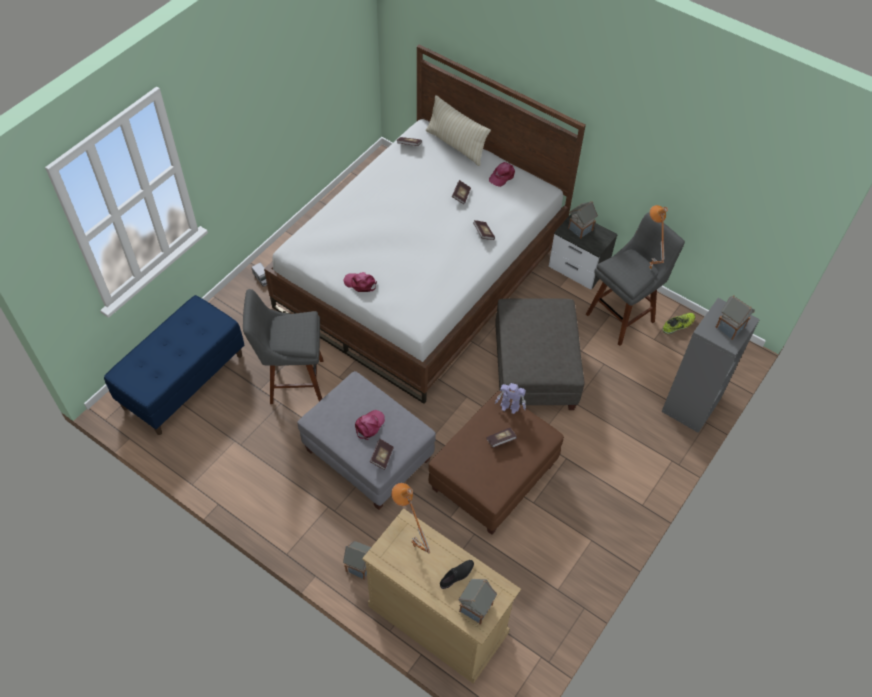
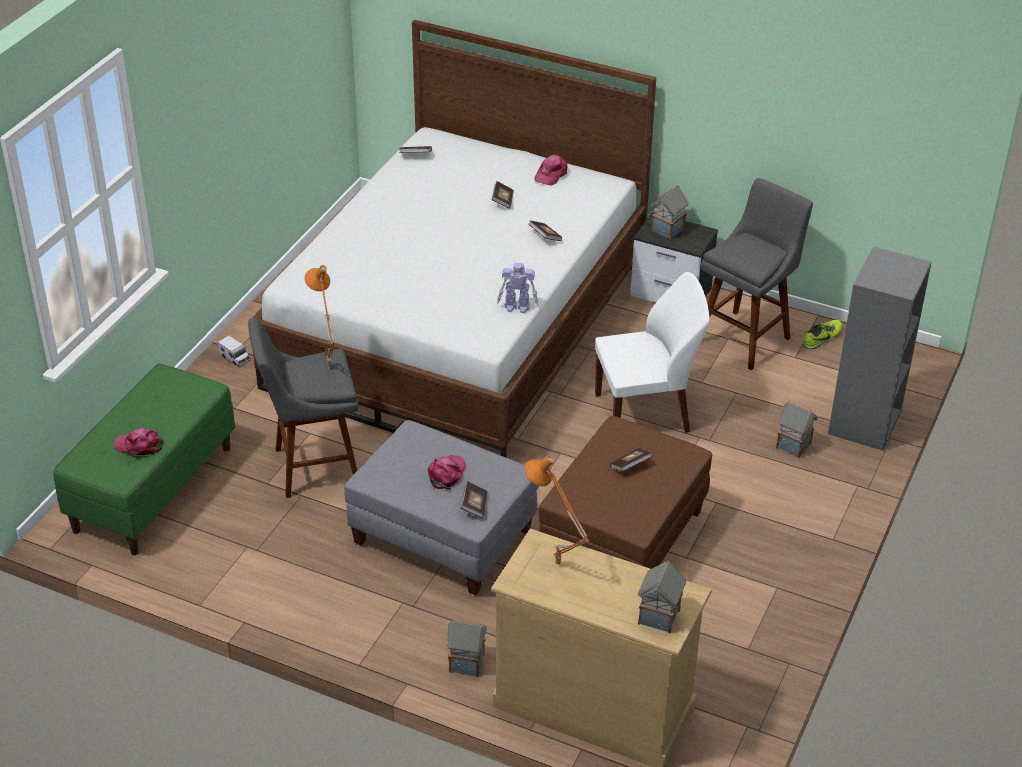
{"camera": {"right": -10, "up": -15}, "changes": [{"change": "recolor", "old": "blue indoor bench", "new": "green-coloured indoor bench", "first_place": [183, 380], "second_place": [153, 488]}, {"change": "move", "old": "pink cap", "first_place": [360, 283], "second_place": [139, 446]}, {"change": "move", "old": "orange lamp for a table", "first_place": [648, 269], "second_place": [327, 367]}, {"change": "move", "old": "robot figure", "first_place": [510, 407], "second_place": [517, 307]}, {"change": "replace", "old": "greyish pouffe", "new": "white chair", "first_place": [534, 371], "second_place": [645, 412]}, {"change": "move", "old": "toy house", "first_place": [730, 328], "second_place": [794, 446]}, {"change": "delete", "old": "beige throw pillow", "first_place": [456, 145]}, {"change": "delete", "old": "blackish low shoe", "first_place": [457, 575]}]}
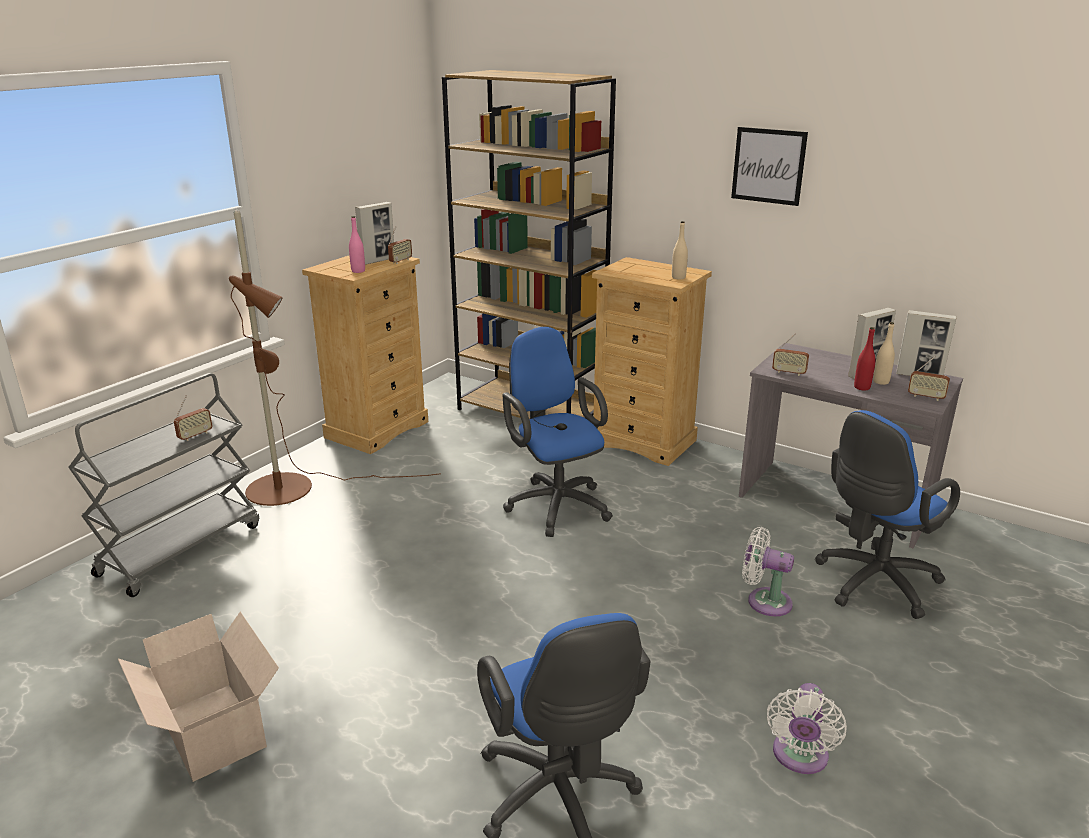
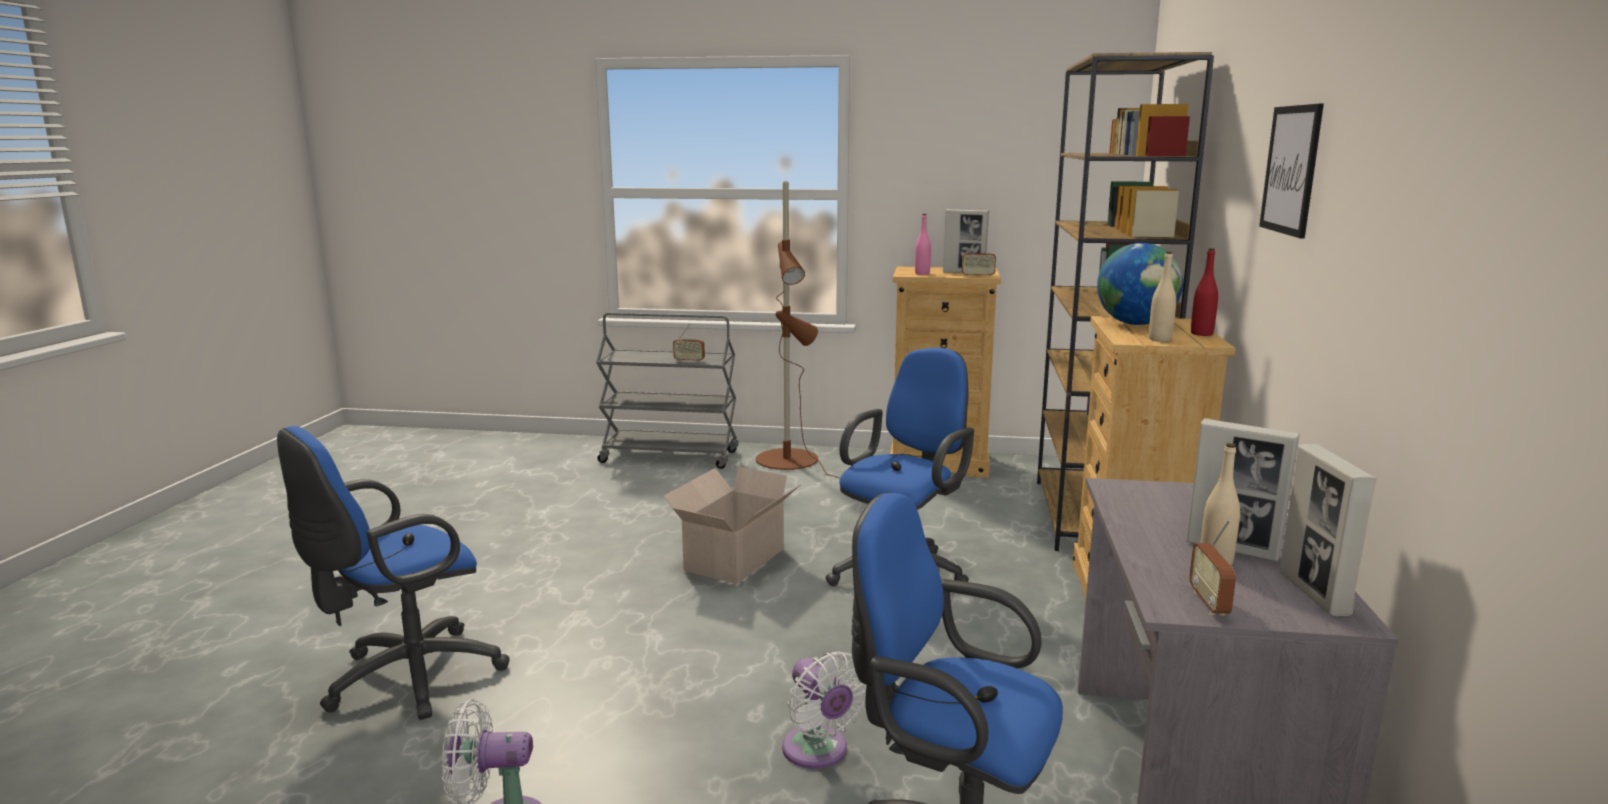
{"camera": {"right": 65, "up": -10}, "changes": [{"change": "move", "old": "packing box", "first_place": [213, 733], "second_place": [732, 560]}, {"change": "rotate", "old": "white cooling fan", "first_place": [764, 601], "second_place": [818, 752], "degrees": 150}, {"change": "insert", "new": "world globe", "second_place": [1135, 324]}, {"change": "move", "old": "red drink bottle", "first_place": [862, 387], "second_place": [1201, 334]}, {"change": "delete", "old": "radio set", "first_place": [789, 373]}]}
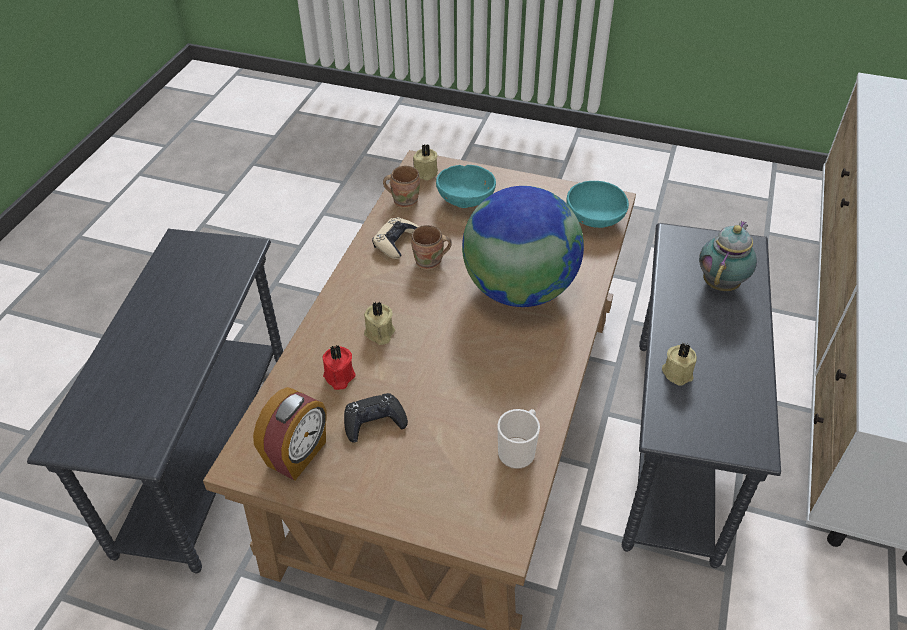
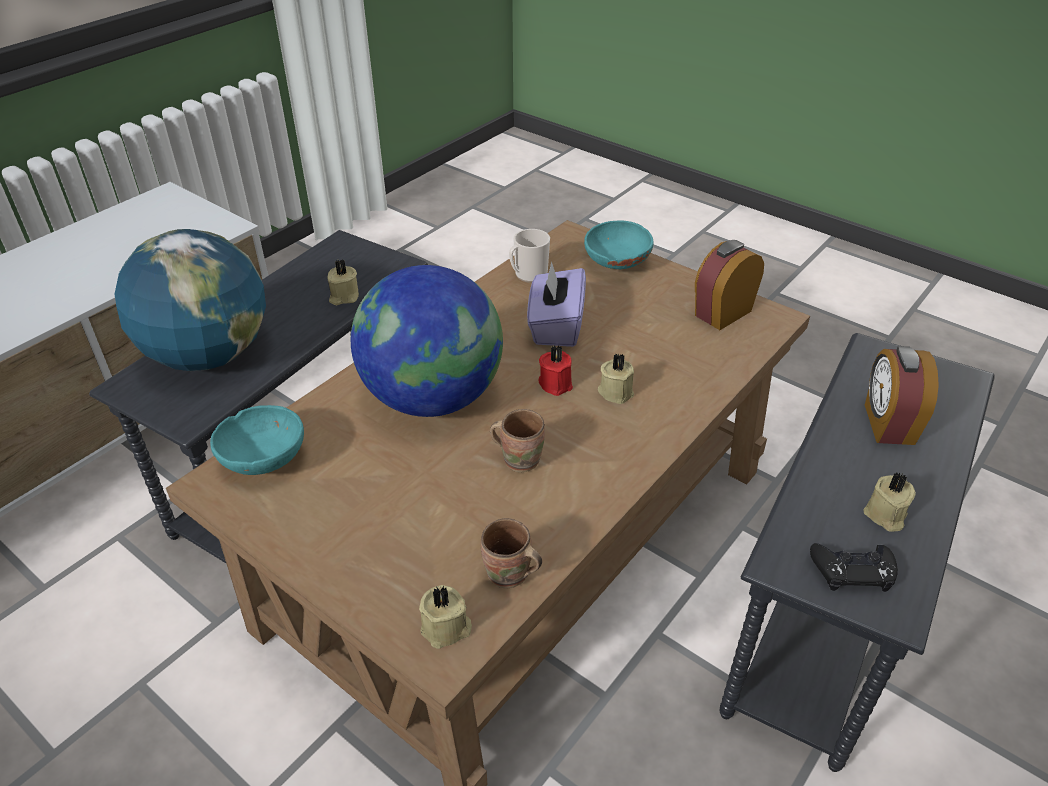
{"camera": {"right": -160, "up": -5}, "changes": [{"change": "replace", "old": "teapot", "new": "world globe", "first_place": [721, 283], "second_place": [208, 355]}, {"change": "insert", "new": "purple-coloured tissue box", "second_place": [555, 326]}, {"change": "move", "old": "red candle", "first_place": [339, 377], "second_place": [556, 383]}, {"change": "move", "old": "blue-green deep dish", "first_place": [466, 200], "second_place": [615, 264]}, {"change": "move", "old": "blackish gamepad", "first_place": [374, 422], "second_place": [852, 570]}, {"change": "insert", "new": "beige candle", "second_place": [885, 515]}, {"change": "insert", "new": "table clock", "second_place": [887, 424]}, {"change": "delete", "old": "beige gamepad", "first_place": [396, 242]}]}
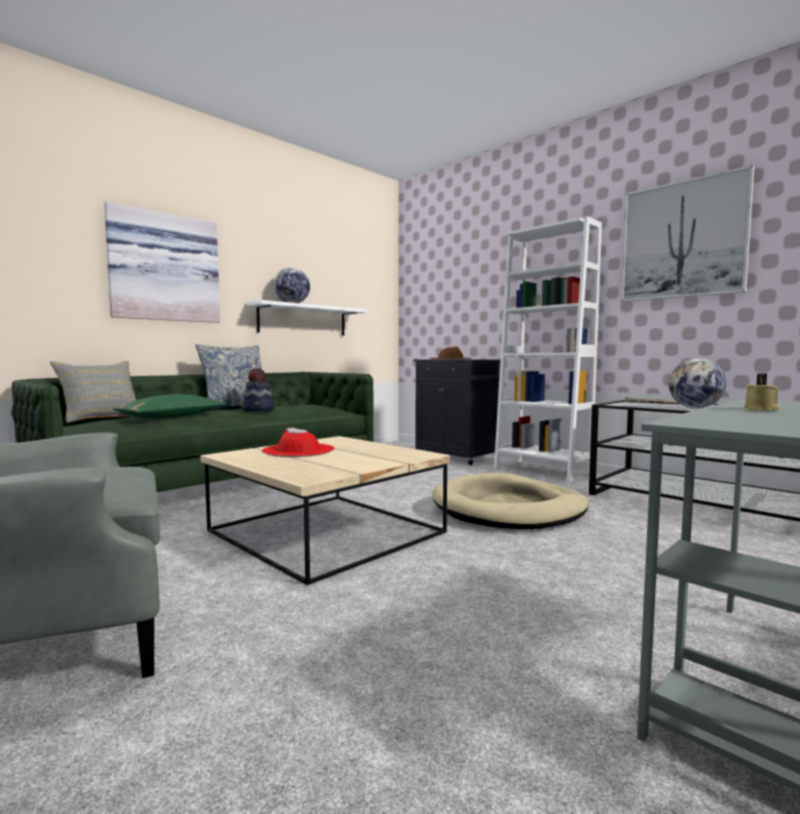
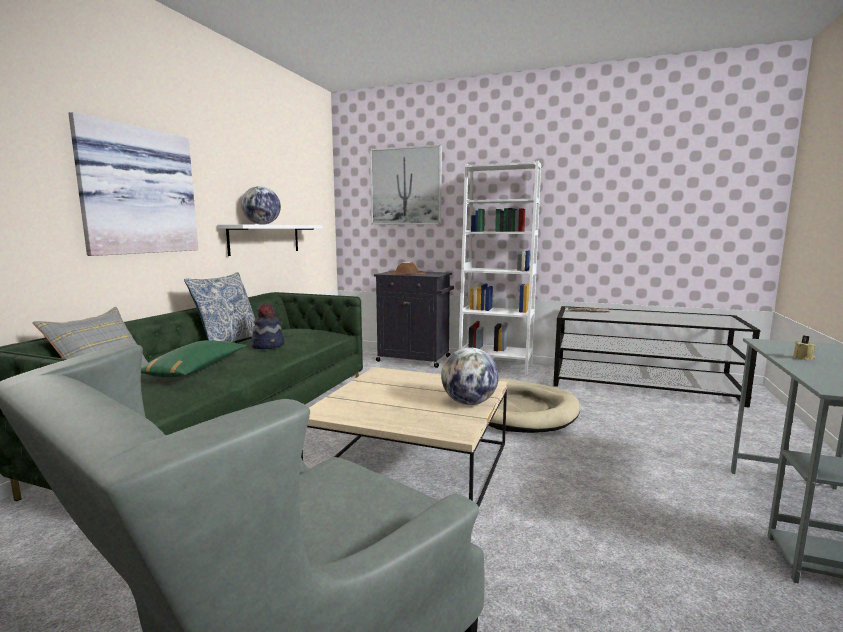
{"camera": {"right": -25, "up": 5}, "changes": [{"change": "move", "old": "picture", "first_place": [682, 240], "second_place": [405, 186]}, {"change": "move", "old": "world globe", "first_place": [695, 408], "second_place": [469, 403]}, {"change": "delete", "old": "red hat", "first_place": [298, 450]}]}
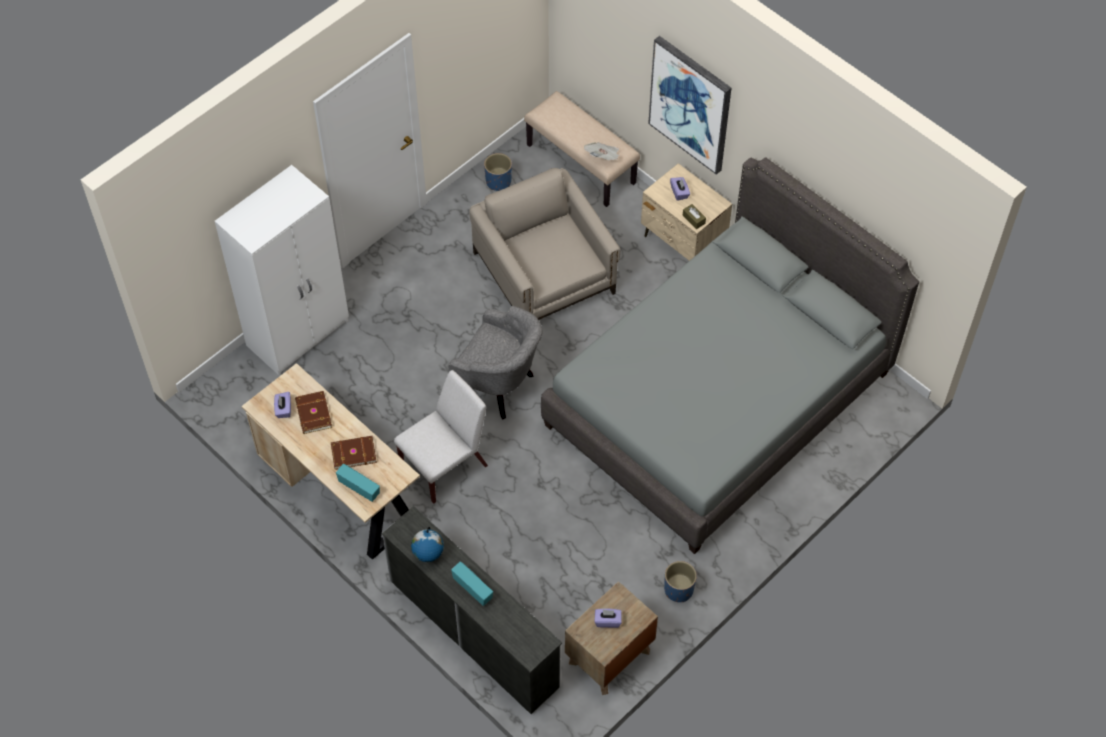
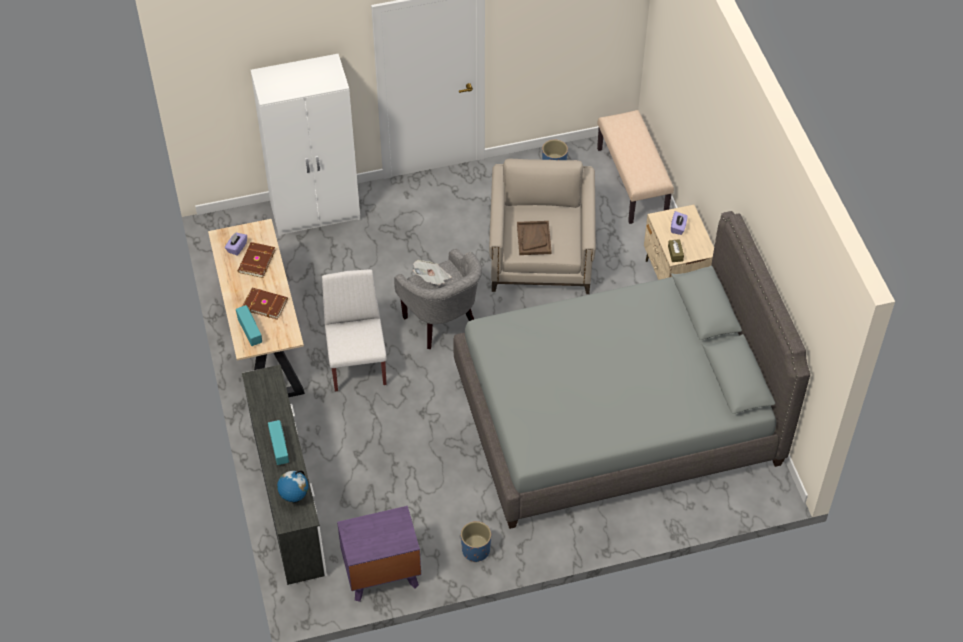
{"camera": {"right": 30, "up": -5}, "changes": [{"change": "move", "old": "world globe", "first_place": [428, 556], "second_place": [294, 498]}, {"change": "rotate", "old": "white chair", "first_place": [445, 465], "second_place": [357, 362], "degrees": -90}, {"change": "recolor", "old": "brownish night table", "new": "purple-coloured night table", "first_place": [609, 657], "second_place": [381, 573]}, {"change": "move", "old": "daily paper", "first_place": [603, 157], "second_place": [432, 278]}, {"change": "insert", "new": "brownish carrying tray", "second_place": [533, 239]}, {"change": "delete", "old": "purple-coloured tissue box", "first_place": [607, 621]}, {"change": "delete", "old": "picture", "first_place": [691, 104]}]}
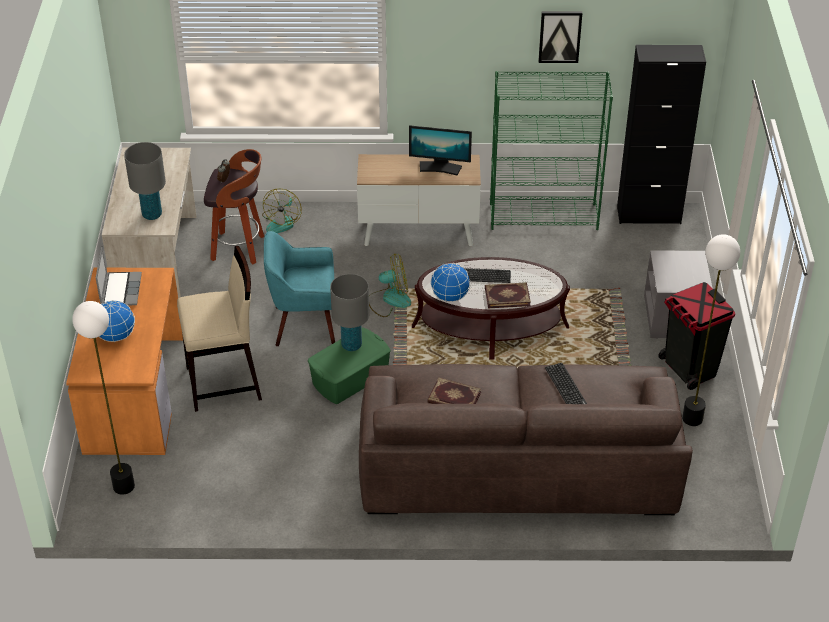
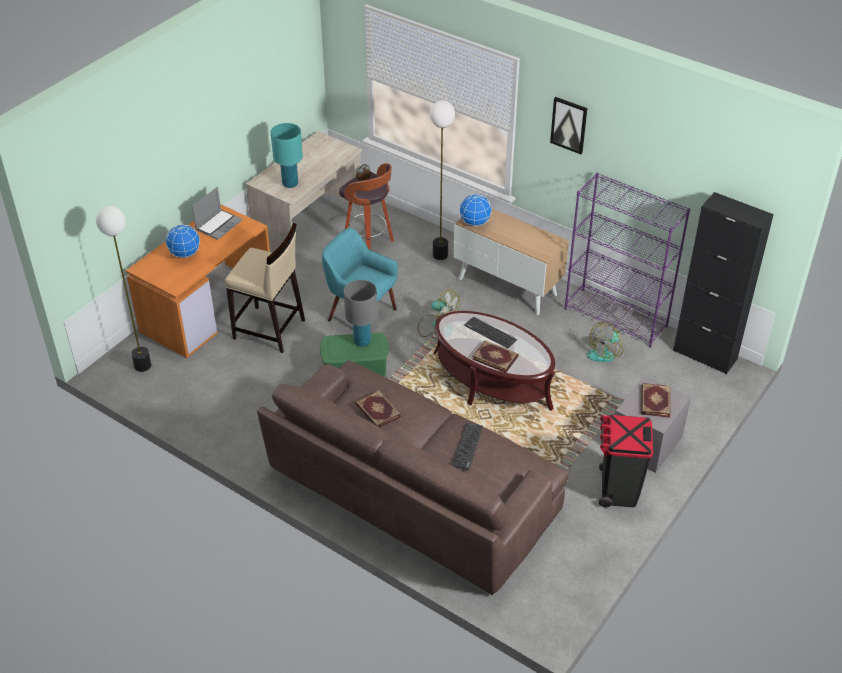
{"camera": {"right": 35, "up": 0}, "changes": [{"change": "recolor", "old": "greyish lamp for a table", "new": "blue-green lamp for a table", "first_place": [152, 214], "second_place": [290, 184]}, {"change": "move", "old": "standard lamp", "first_place": [692, 419], "second_place": [440, 255]}, {"change": "move", "old": "world globe", "first_place": [450, 297], "second_place": [475, 223]}, {"change": "move", "old": "picture", "first_place": [560, 36], "second_place": [569, 125]}, {"change": "recolor", "old": "green-coloured bookshelf", "new": "purple-coloured bookshelf", "first_place": [544, 216], "second_place": [616, 318]}, {"change": "move", "old": "cooling fan", "first_place": [282, 221], "second_place": [605, 353]}, {"change": "insert", "new": "book", "second_place": [654, 401]}, {"change": "delete", "old": "computer screen", "first_place": [440, 167]}]}
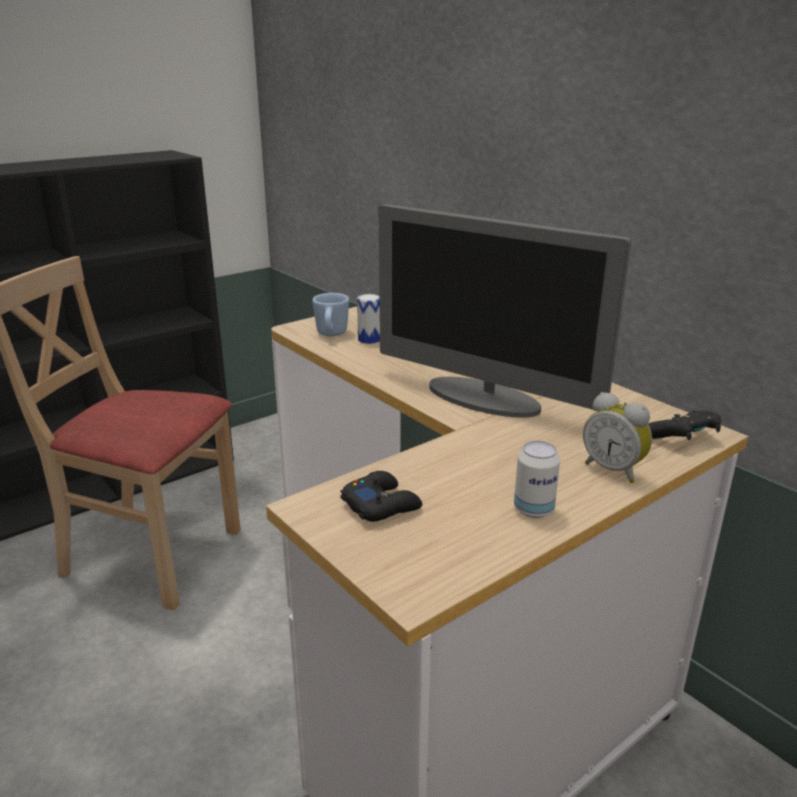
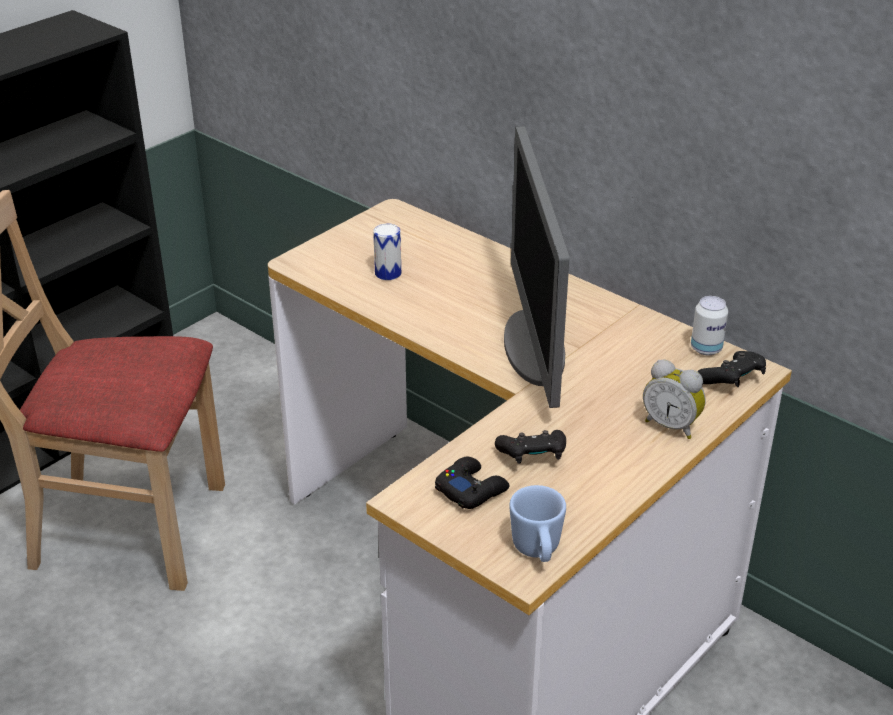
{"camera": {"right": -10, "up": 10}, "changes": [{"change": "insert", "new": "blackish gamepad", "second_place": [533, 457]}, {"change": "rotate", "old": "computer screen", "first_place": [484, 398], "second_place": [534, 349], "degrees": 60}, {"change": "move", "old": "blue coffee mug", "first_place": [331, 335], "second_place": [537, 551]}, {"change": "move", "old": "sealed can", "first_place": [533, 510], "second_place": [706, 349]}]}
